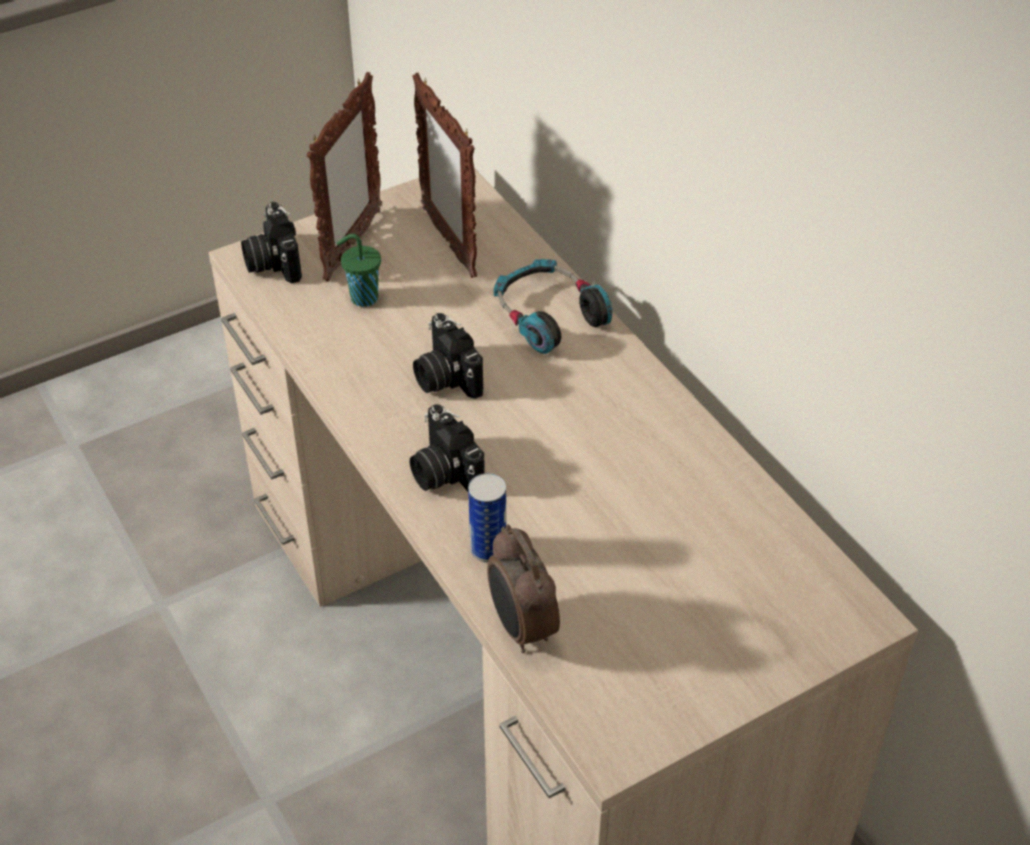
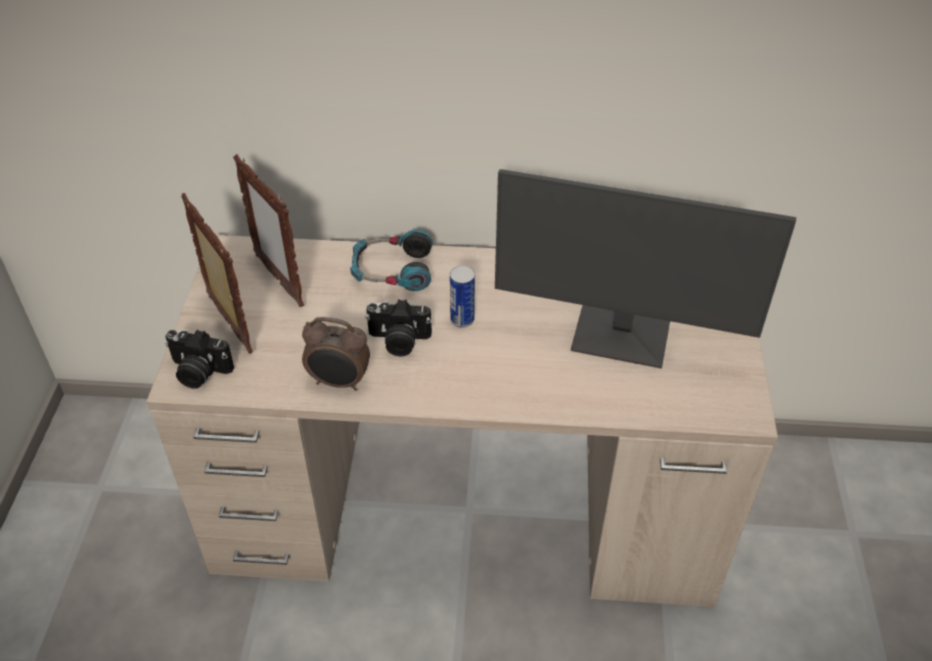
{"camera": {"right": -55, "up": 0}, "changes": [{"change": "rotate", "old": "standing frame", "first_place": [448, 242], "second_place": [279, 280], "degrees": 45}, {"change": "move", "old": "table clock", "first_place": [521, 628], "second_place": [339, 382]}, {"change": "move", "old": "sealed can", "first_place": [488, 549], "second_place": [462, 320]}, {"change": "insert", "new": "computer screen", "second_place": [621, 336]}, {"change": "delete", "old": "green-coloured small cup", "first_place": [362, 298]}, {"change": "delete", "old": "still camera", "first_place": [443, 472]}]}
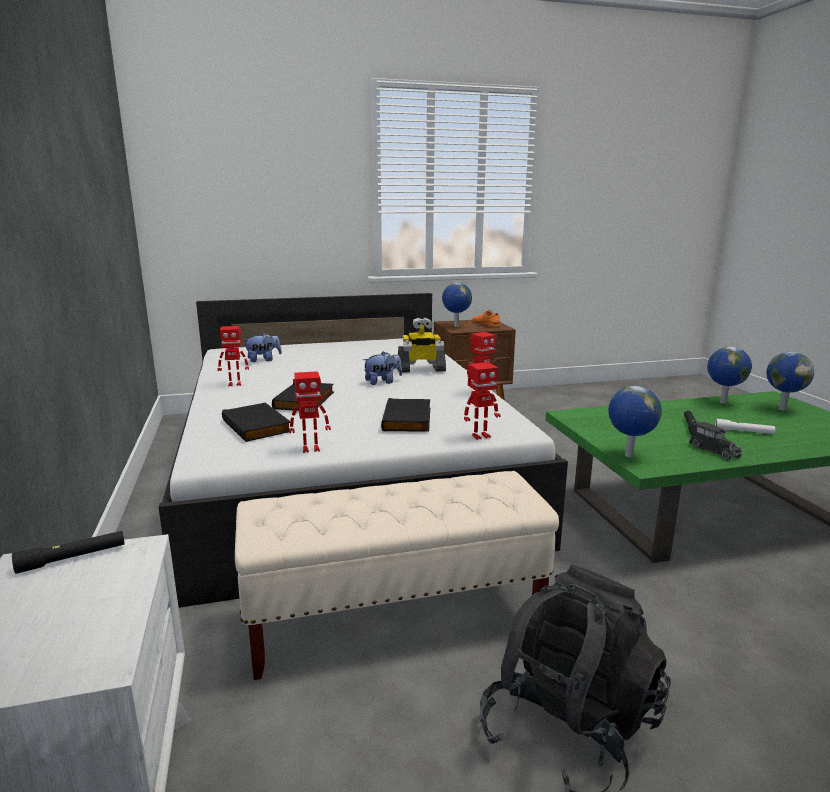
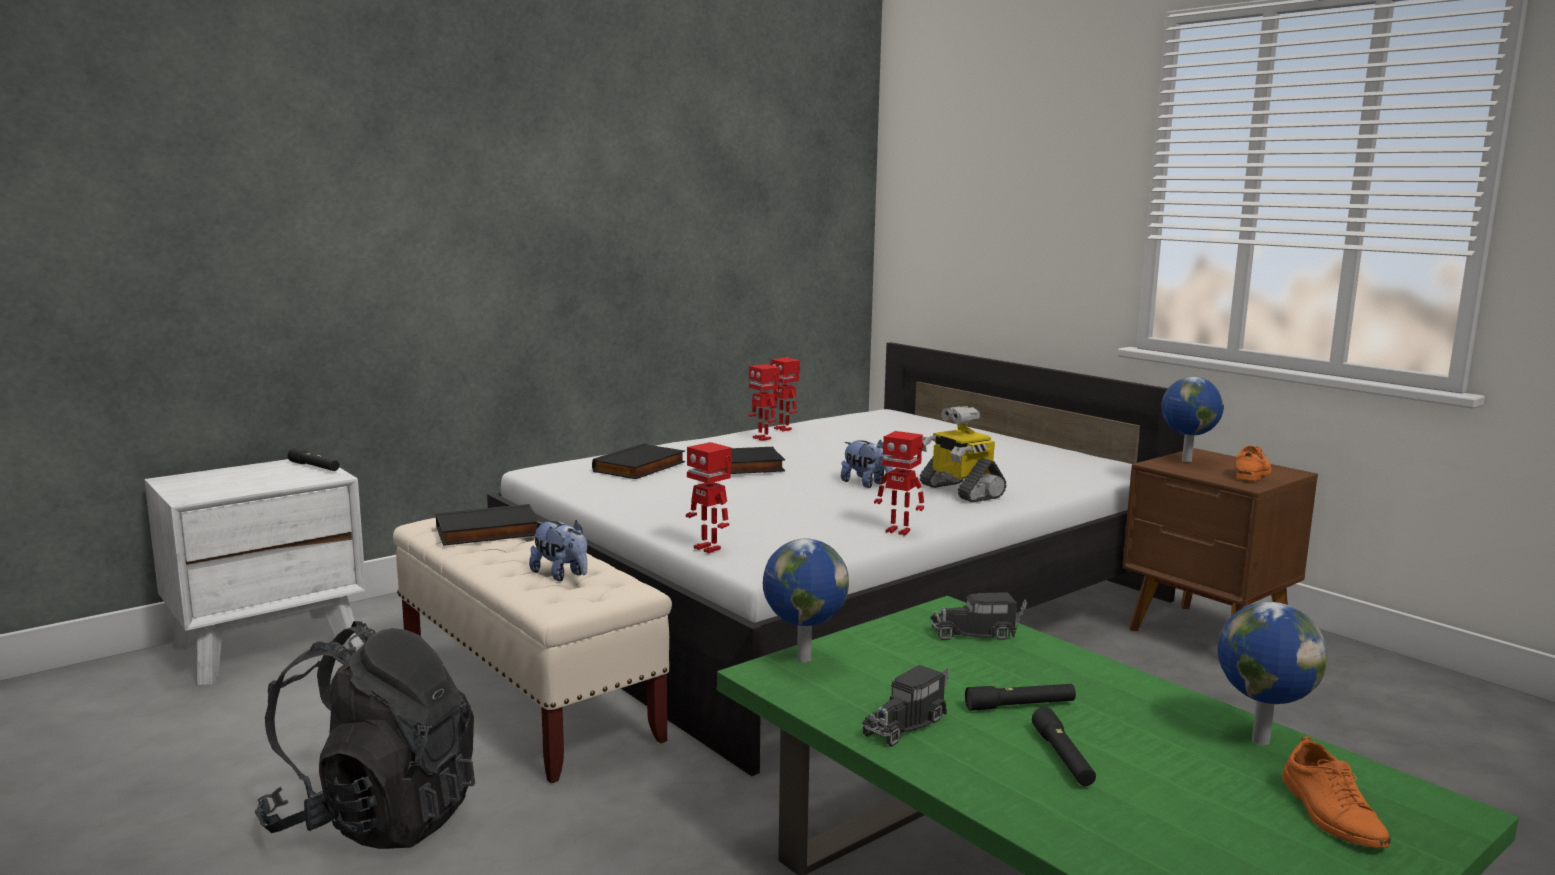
{"camera": {"right": 65, "up": -5}, "changes": [{"change": "move", "old": "blackish book", "first_place": [409, 419], "second_place": [487, 532]}, {"change": "move", "old": "soft toy", "first_place": [263, 360], "second_place": [561, 575]}, {"change": "move", "old": "robot figure", "first_place": [310, 449], "second_place": [783, 429]}, {"change": "insert", "new": "toy truck", "second_place": [977, 633]}, {"change": "recolor", "old": "white flashlight", "new": "blackish flashlight", "first_place": [743, 432], "second_place": [1063, 757]}, {"change": "replace", "old": "world globe", "new": "orange low shoe", "first_place": [781, 409], "second_place": [1331, 813]}]}
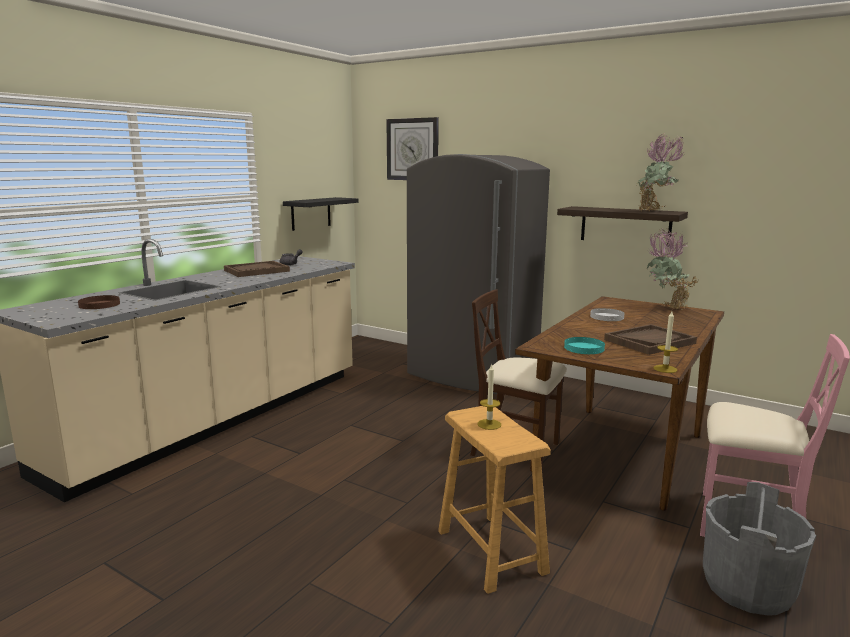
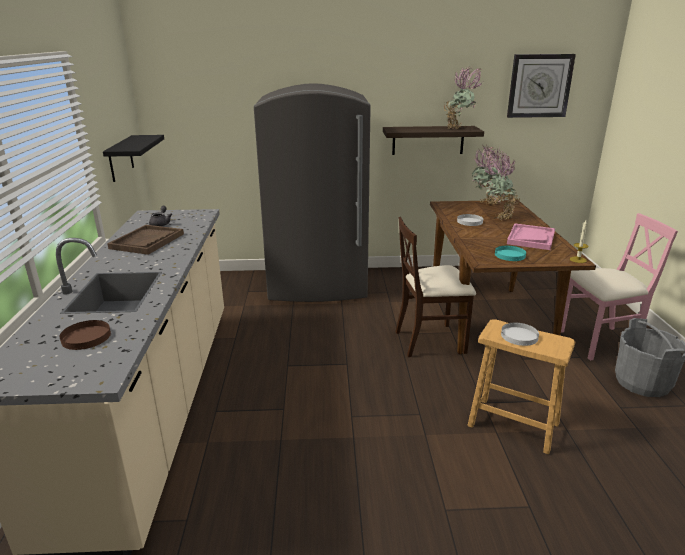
{"camera": {"right": -35, "up": 10}, "changes": [{"change": "insert", "new": "plant in a pot", "second_place": [498, 217]}, {"change": "replace", "old": "candle", "new": "white flat dish", "first_place": [489, 424], "second_place": [519, 336]}, {"change": "move", "old": "hanging clock", "first_place": [412, 149], "second_place": [539, 86]}, {"change": "recolor", "old": "brownish carrying tray", "new": "pink carrying tray", "first_place": [649, 341], "second_place": [531, 238]}]}
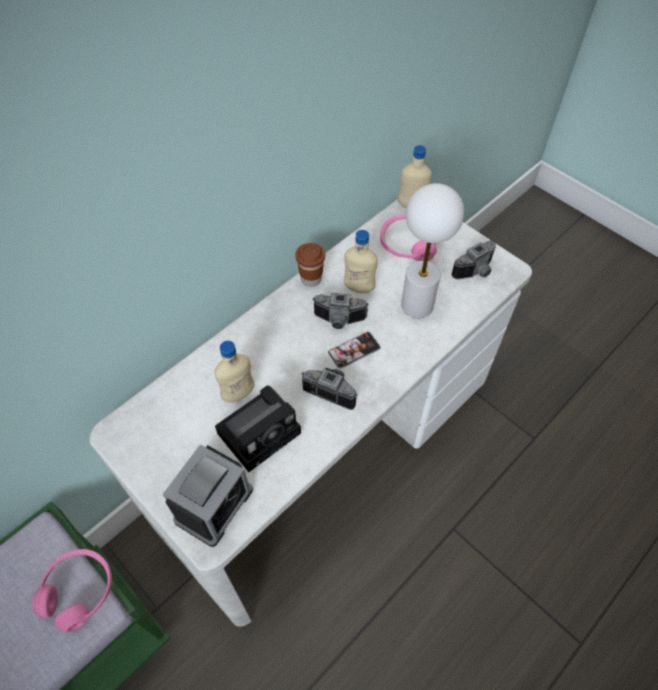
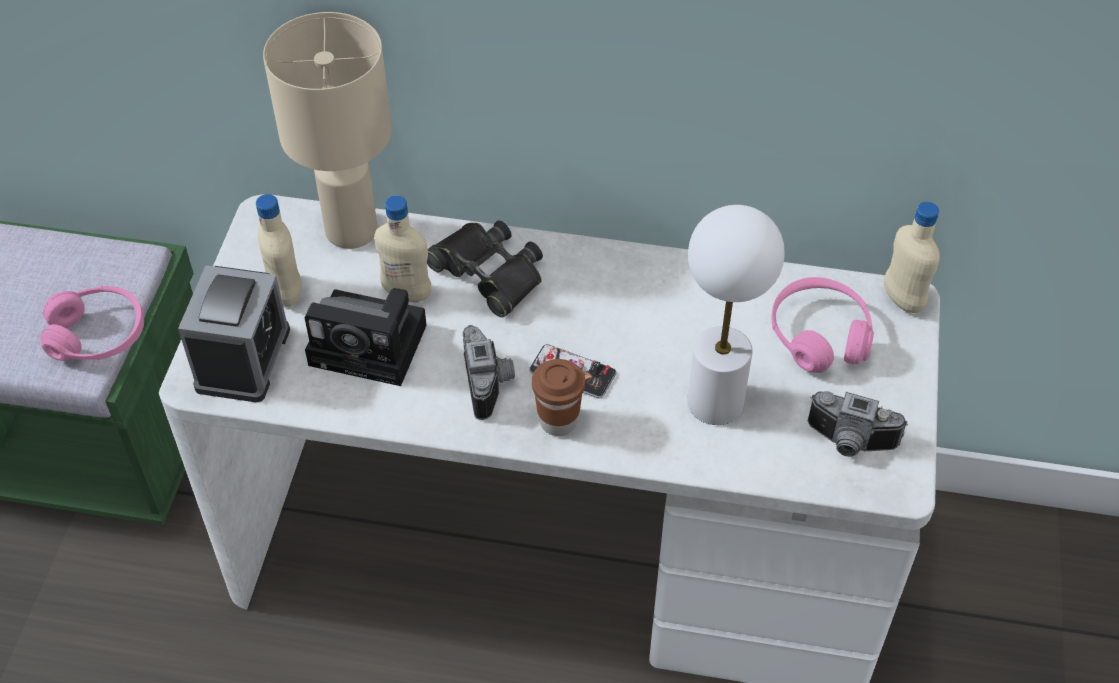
{"camera": {"right": 55, "up": -5}, "changes": [{"change": "rotate", "old": "table clock", "first_place": [214, 505], "second_place": [243, 358], "degrees": -75}, {"change": "move", "old": "beige drink bottle", "first_place": [359, 288], "second_place": [286, 292]}, {"change": "insert", "new": "beige lamp for a table", "second_place": [350, 229]}, {"change": "insert", "new": "blackish field glasses", "second_place": [488, 273]}, {"change": "move", "old": "brownish small cup", "first_place": [311, 279], "second_place": [558, 421]}, {"change": "delete", "old": "still camera", "first_place": [339, 321]}]}
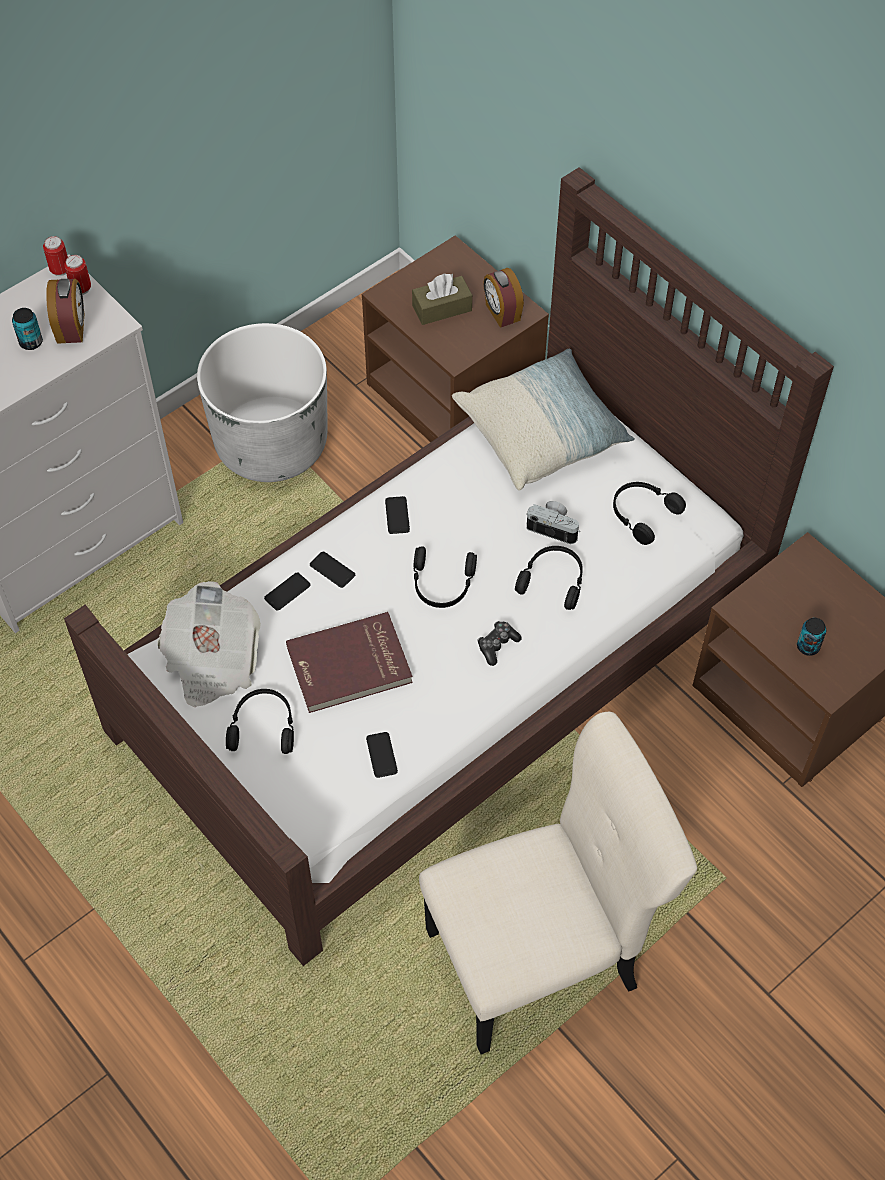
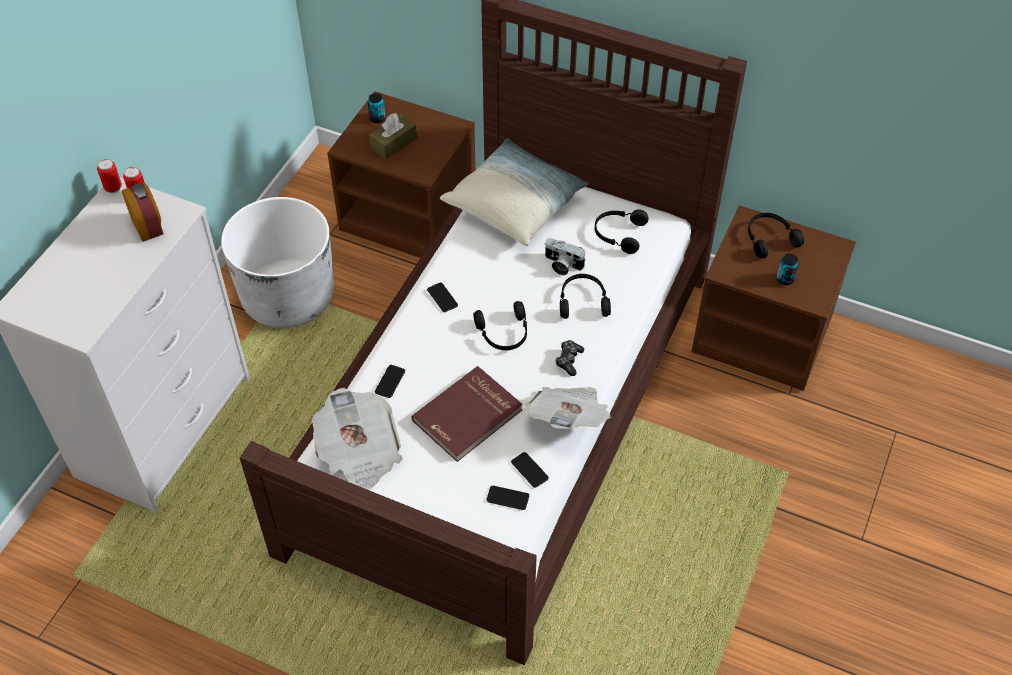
{"camera": {"right": -25, "up": -5}, "changes": [{"change": "move", "old": "sealed can", "first_place": [31, 342], "second_place": [377, 118]}, {"change": "move", "old": "handset", "first_place": [332, 570], "second_place": [507, 498]}, {"change": "insert", "new": "daily paper", "second_place": [569, 419]}, {"change": "rotate", "old": "still camera", "first_place": [554, 527], "second_place": [562, 265], "degrees": -150}, {"change": "move", "old": "blackish headset", "first_place": [263, 726], "second_place": [769, 239]}, {"change": "delete", "old": "beige chair", "first_place": [540, 957]}, {"change": "delete", "old": "table clock", "first_place": [502, 313]}]}
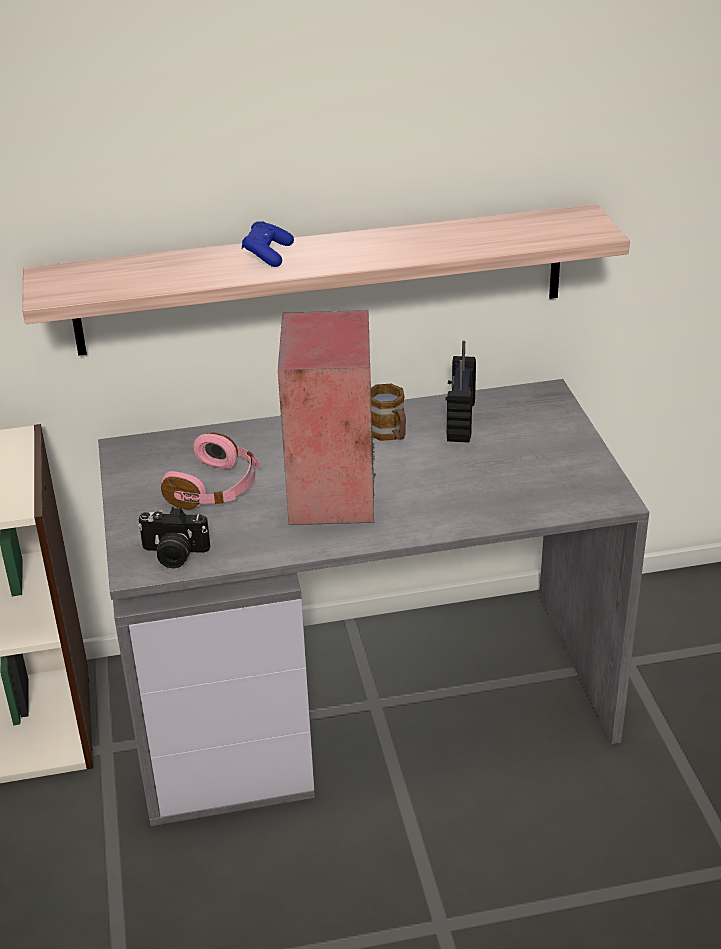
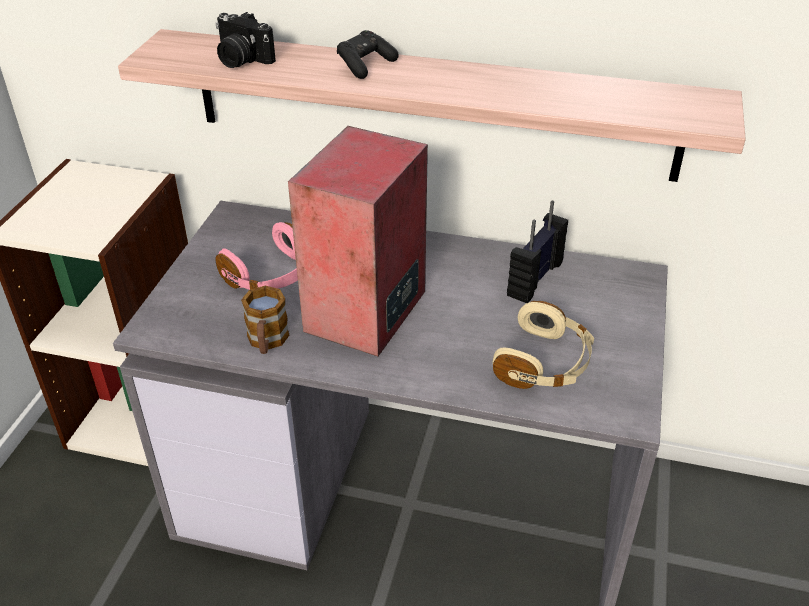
{"camera": {"right": 25, "up": 5}, "changes": [{"change": "move", "old": "still camera", "first_place": [174, 554], "second_place": [241, 60]}, {"change": "move", "old": "coffee mug", "first_place": [390, 434], "second_place": [267, 342]}, {"change": "recolor", "old": "blue gamepad", "new": "blackish gamepad", "first_place": [267, 254], "second_place": [365, 65]}, {"change": "insert", "new": "beige headset", "second_place": [544, 363]}]}
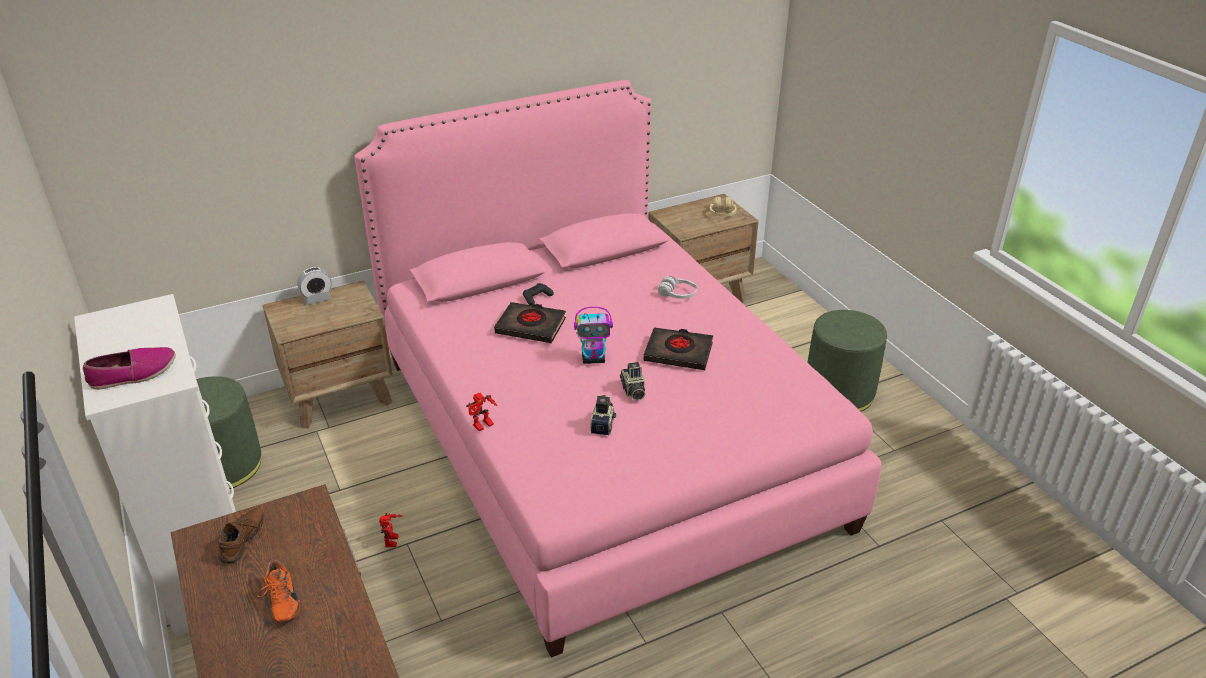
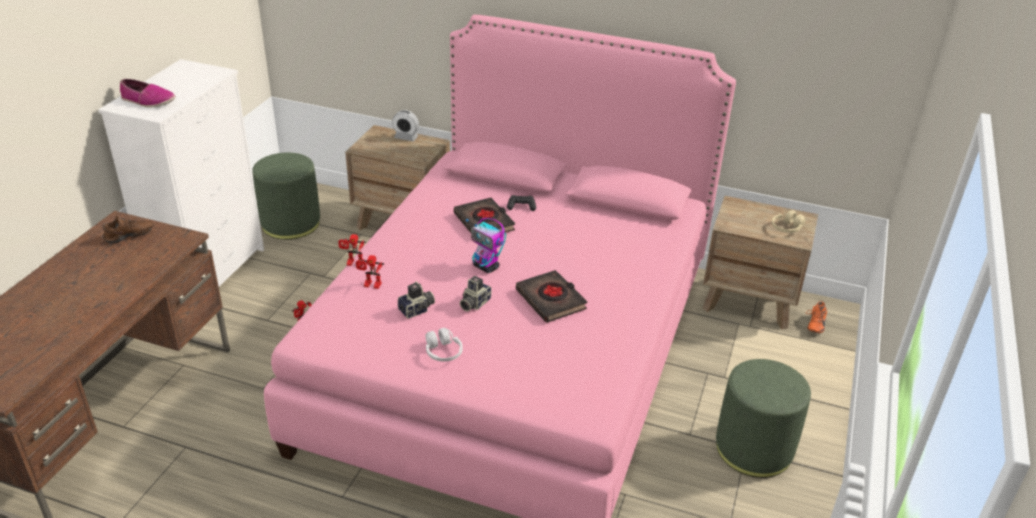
{"camera": {"right": 45, "up": 0}, "changes": [{"change": "insert", "new": "robot figure", "second_place": [370, 286]}, {"change": "move", "old": "white headset", "first_place": [677, 294], "second_place": [443, 352]}, {"change": "move", "old": "orange low shoe", "first_place": [281, 603], "second_place": [814, 324]}]}
